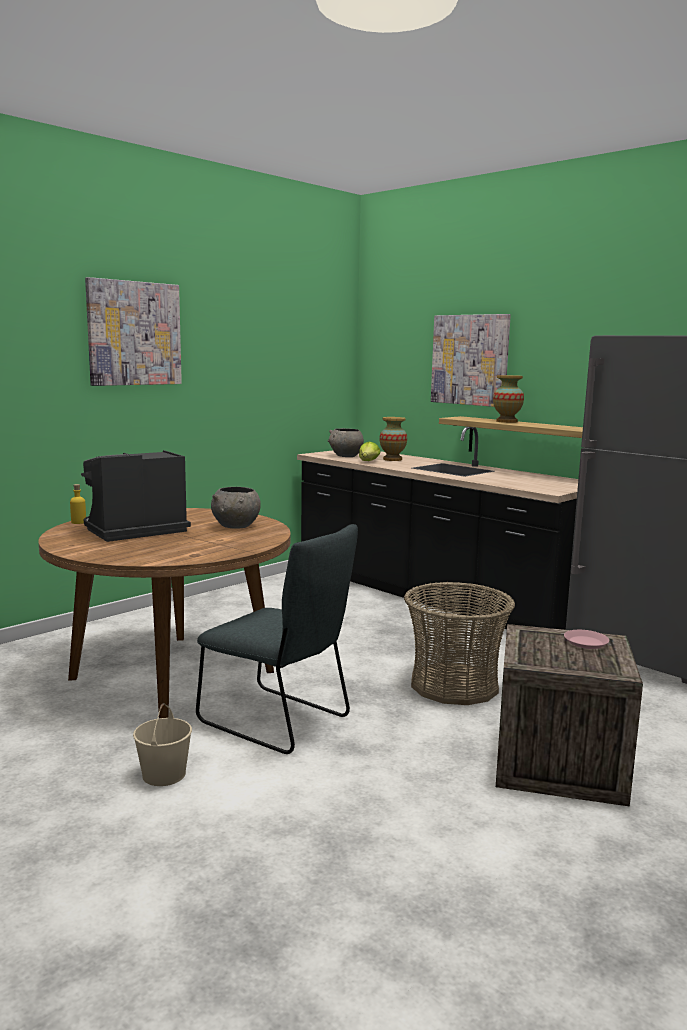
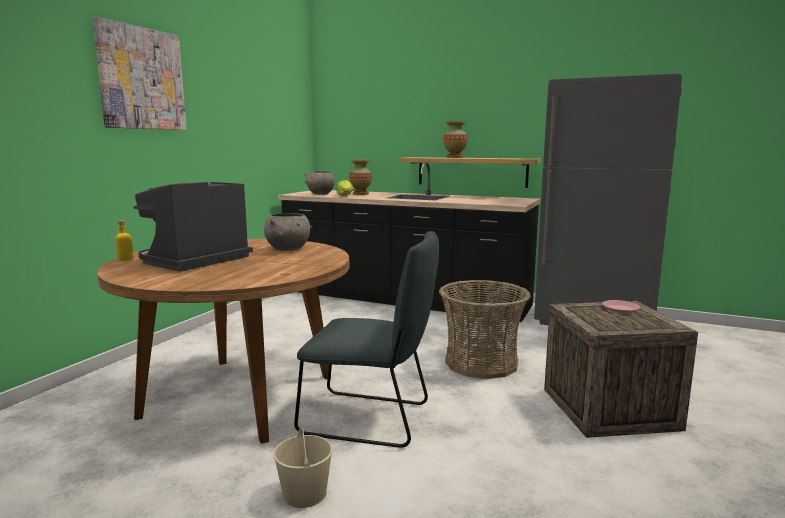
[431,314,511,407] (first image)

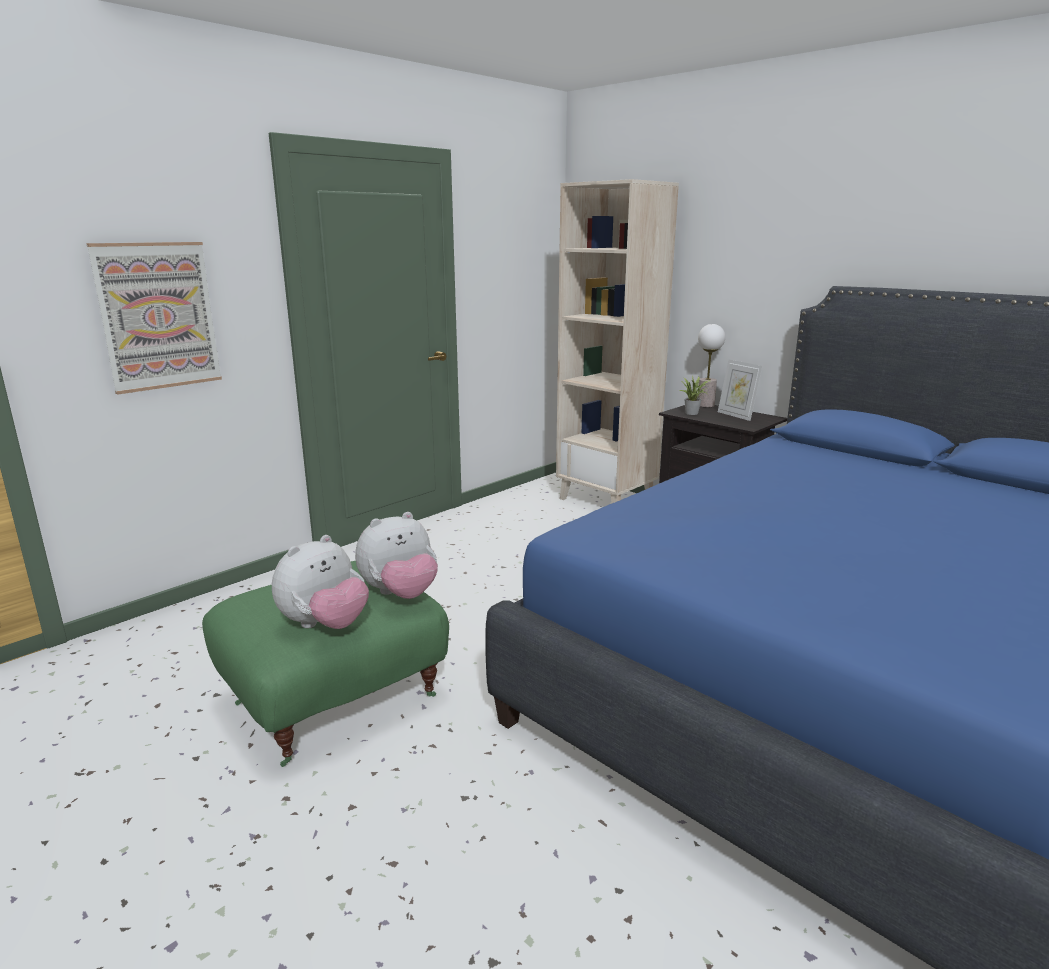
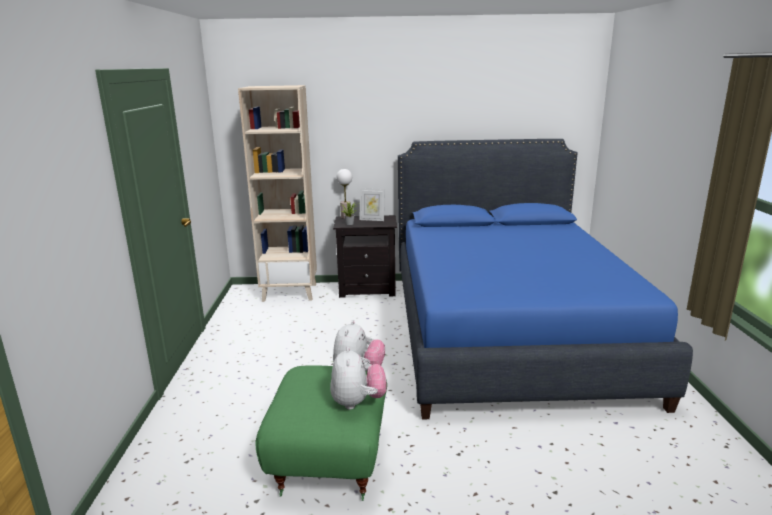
[86,242,222,395] (first image)

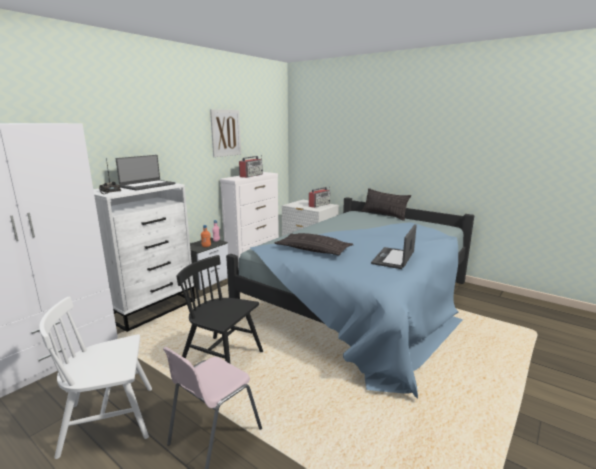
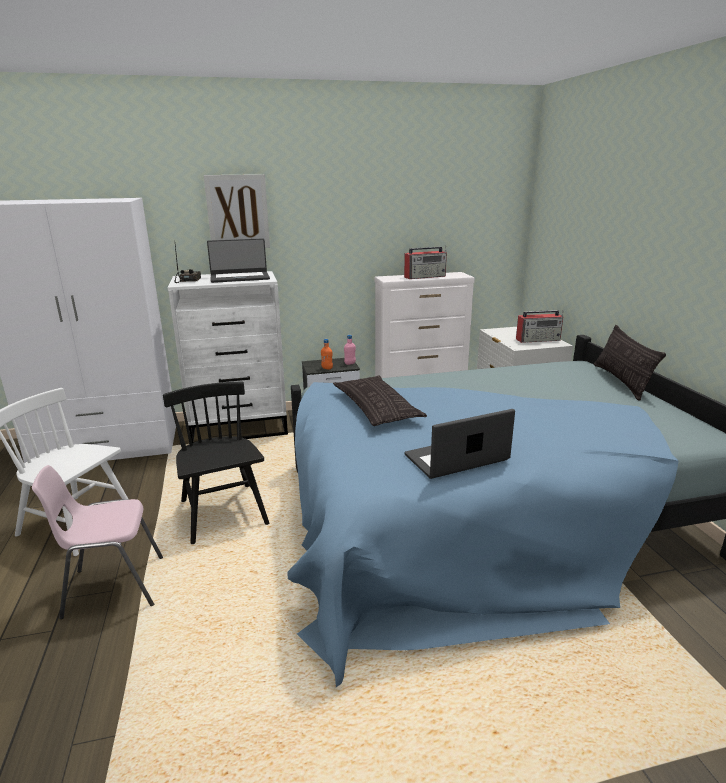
[204,174,270,248]

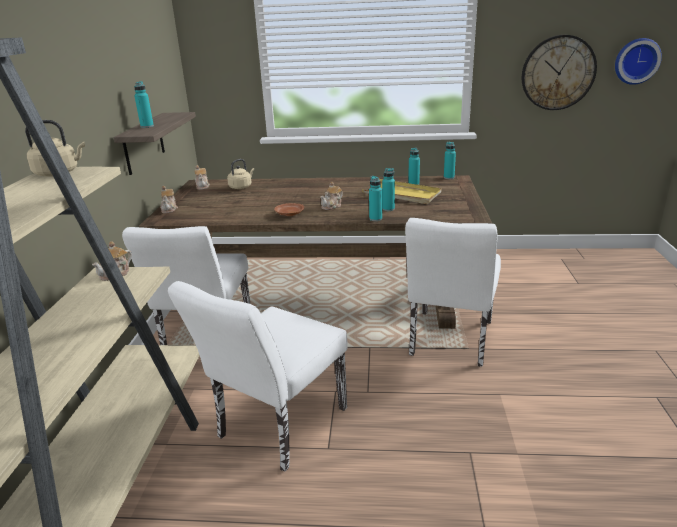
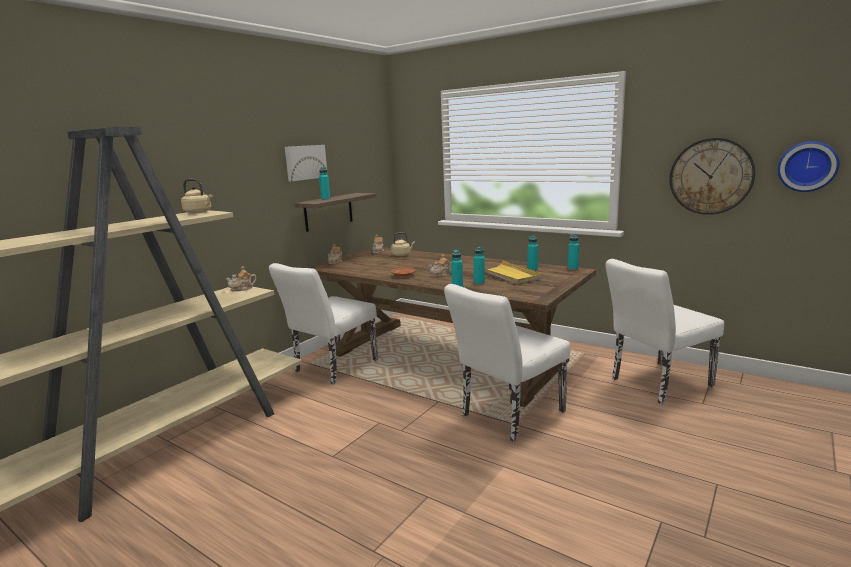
[605,259,724,404]
[285,145,328,181]

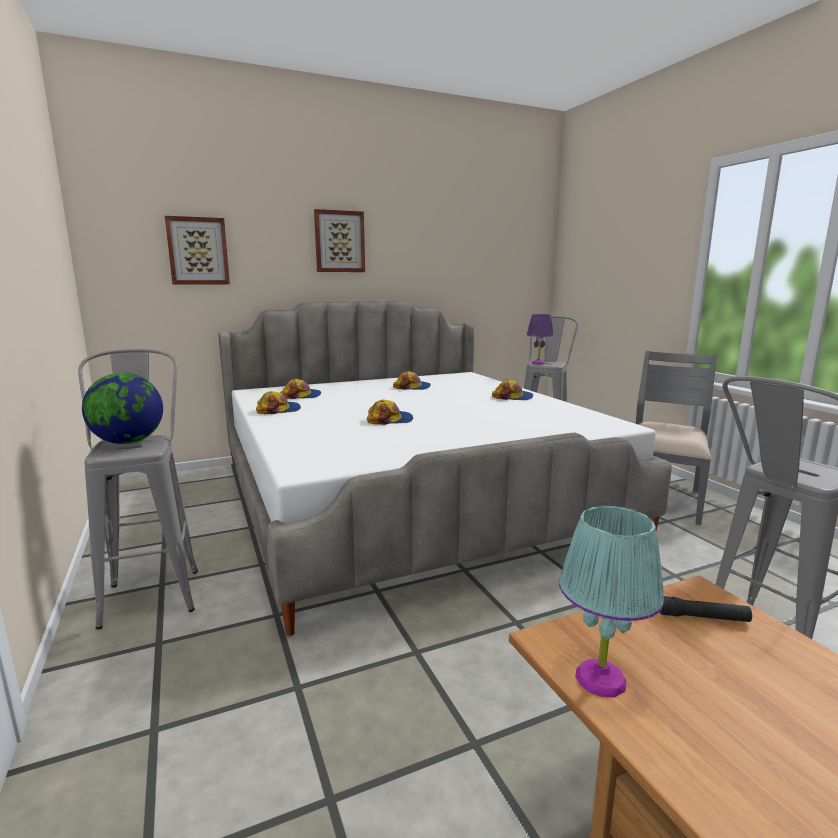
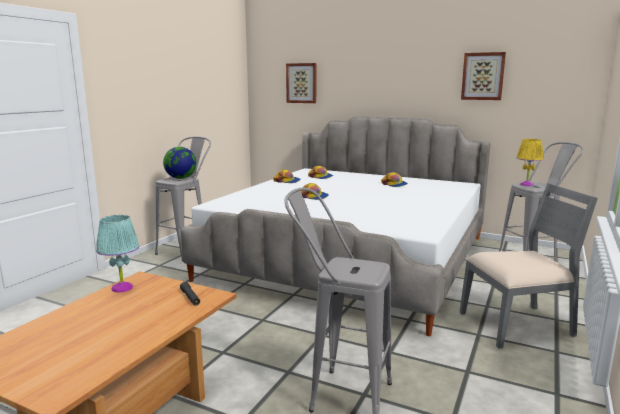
[461,52,506,100]
[517,139,544,186]
[492,380,533,400] (first image)

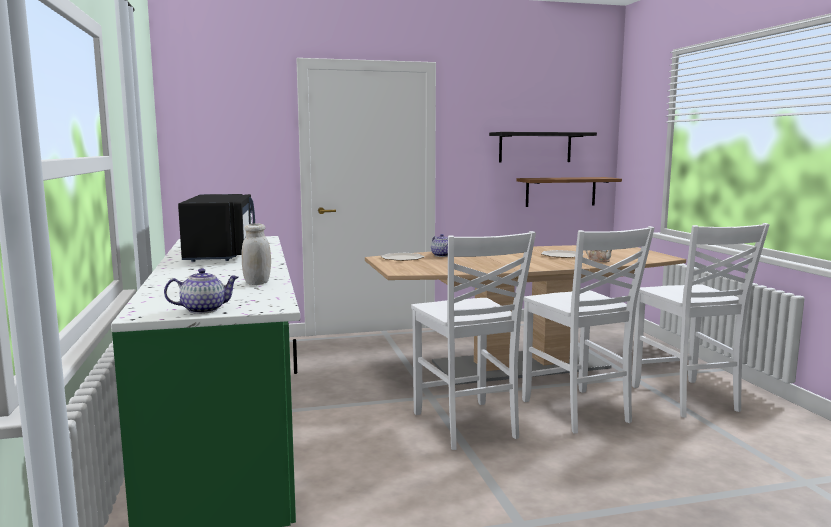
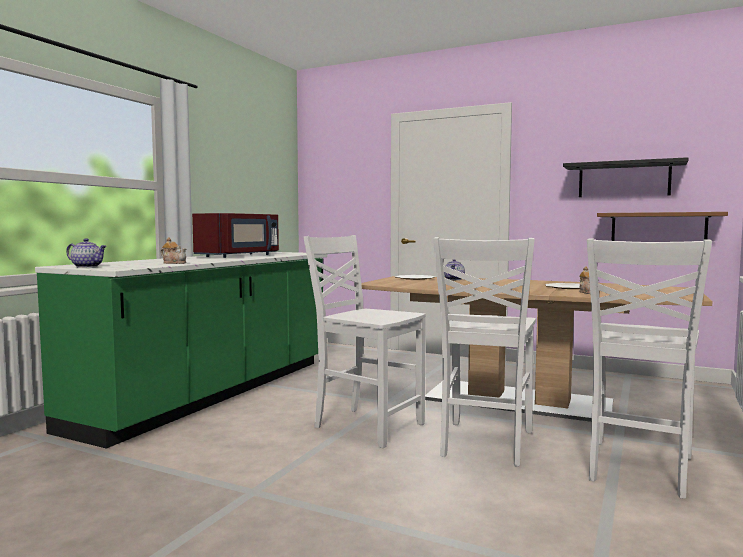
[192,213,279,258]
[160,237,186,264]
[303,235,426,448]

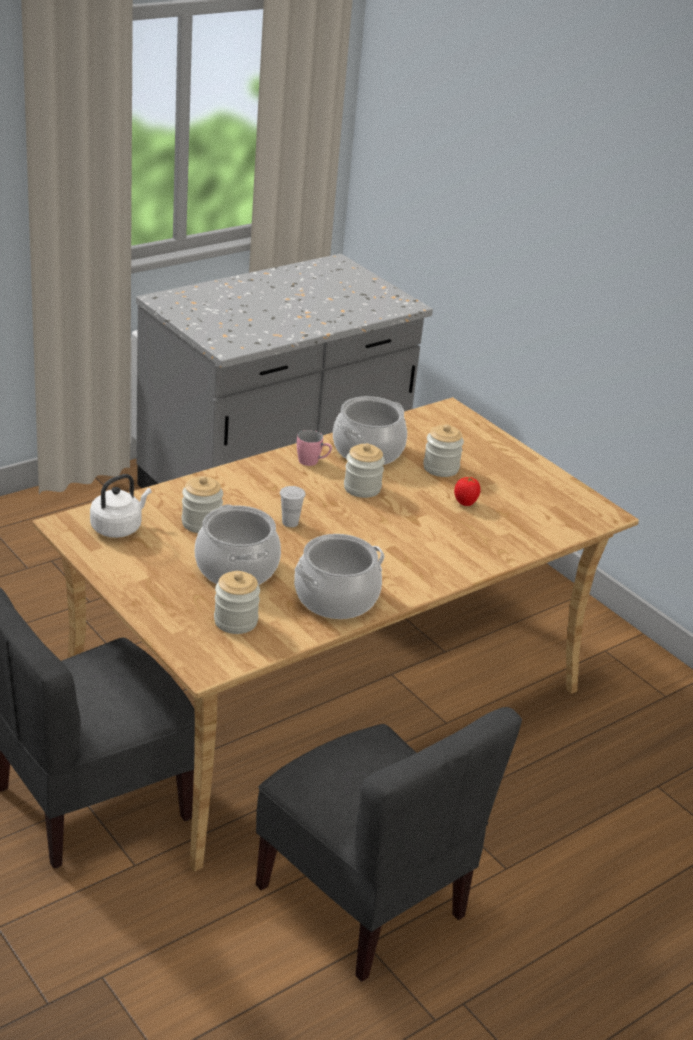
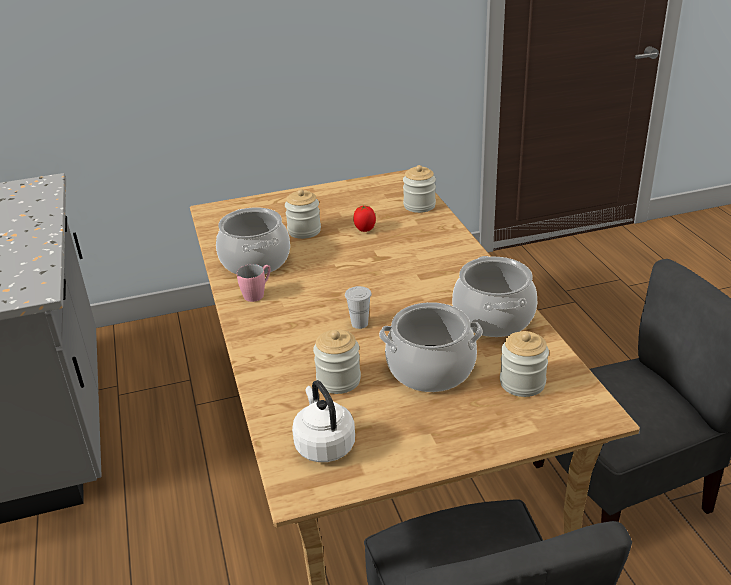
[403,165,436,213]

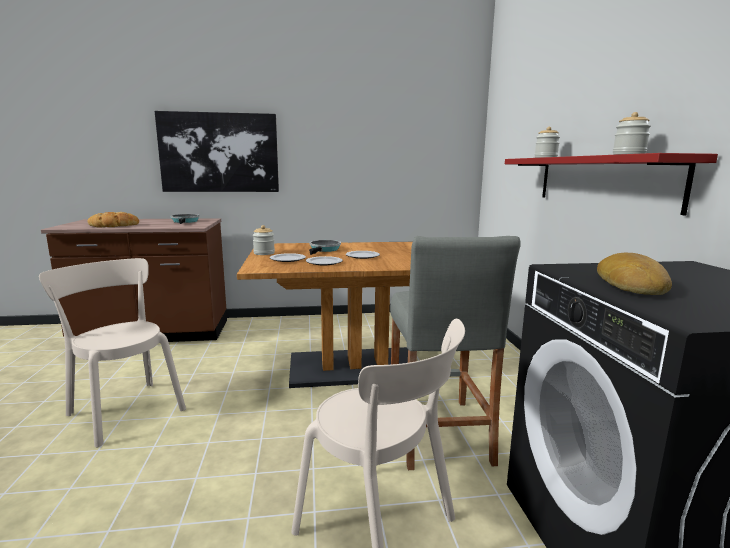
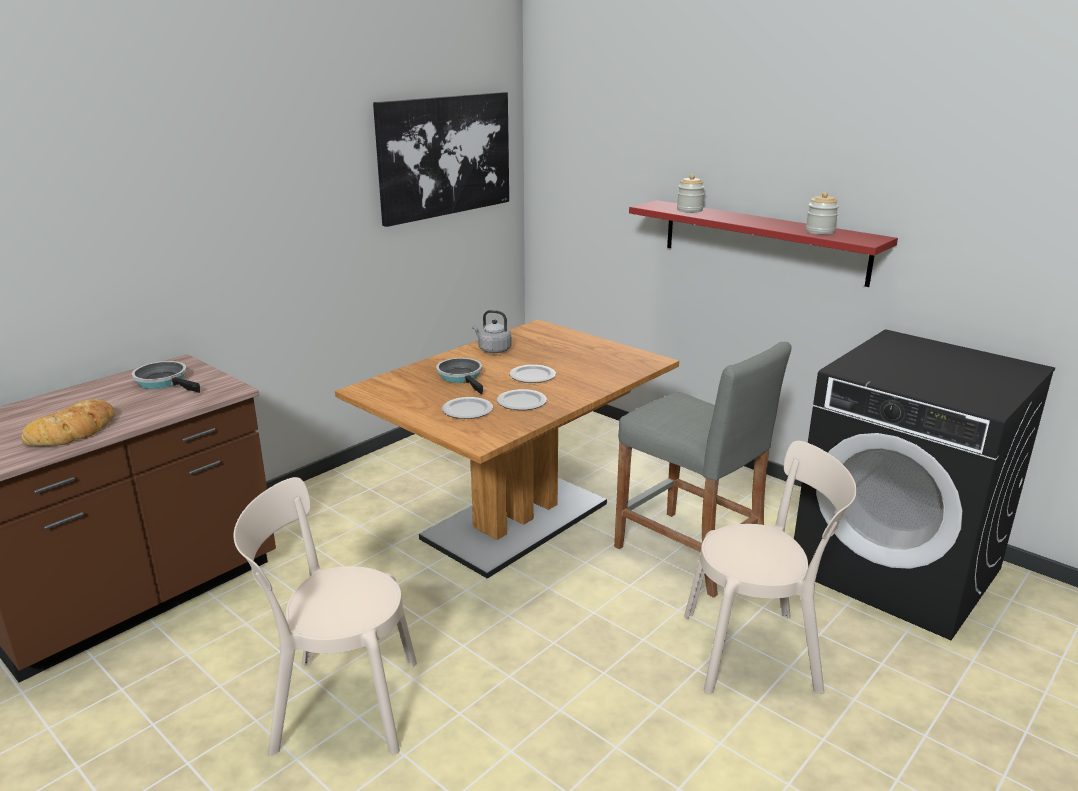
[373,92,509,227]
[253,225,275,255] (first image)
[597,253,672,295] (first image)
[472,310,511,353]

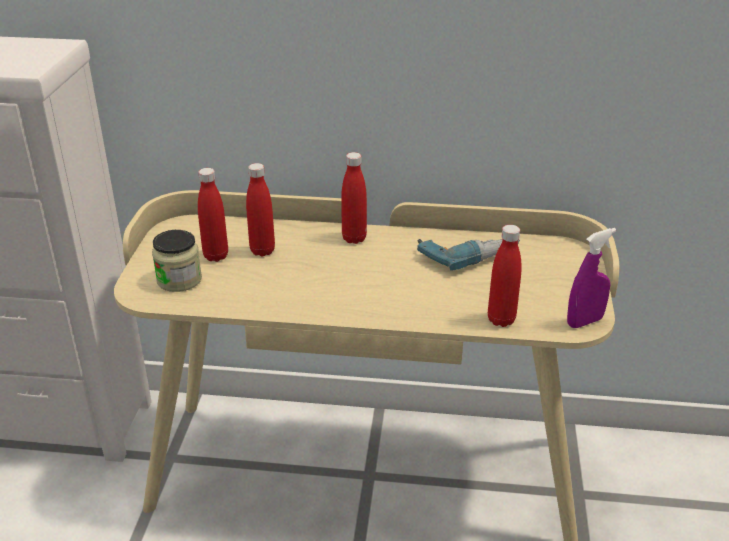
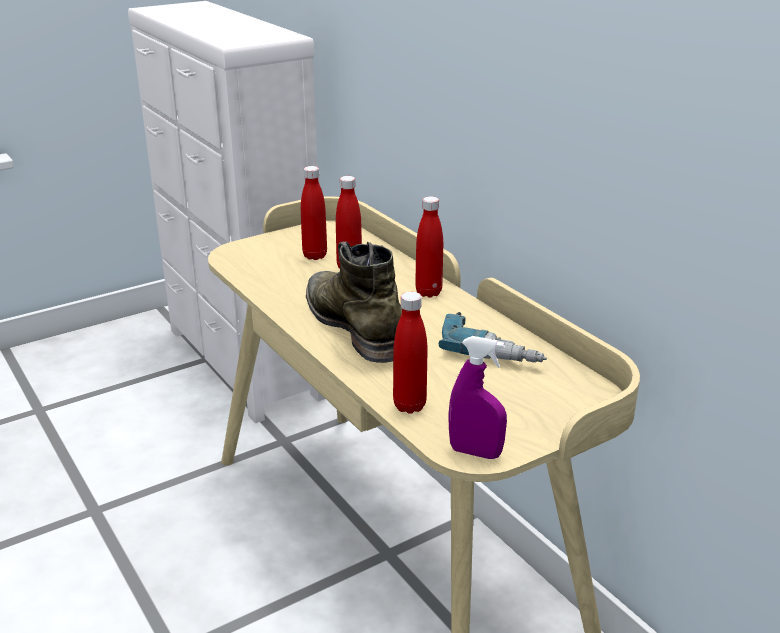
[152,230,202,292] (first image)
[306,241,402,363]

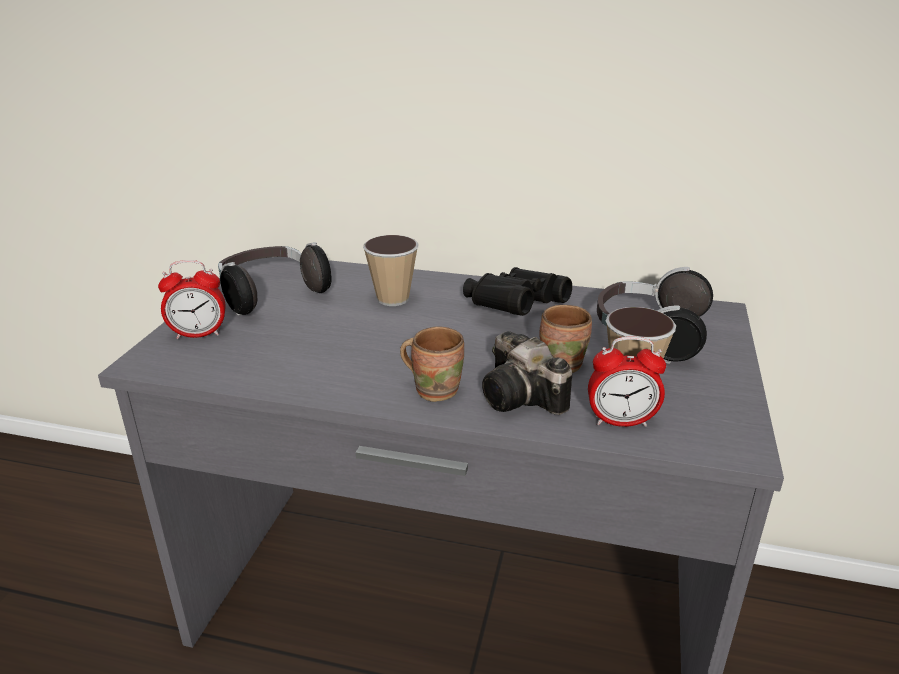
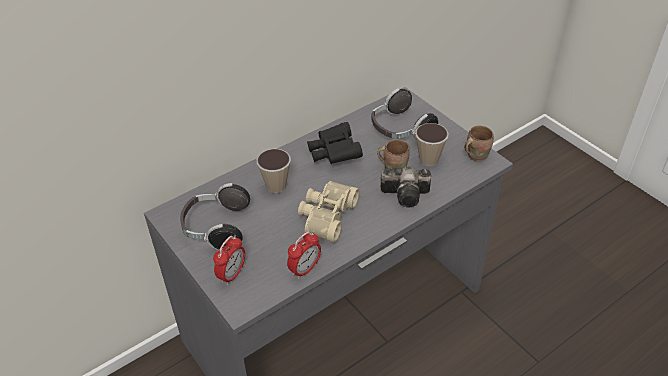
[464,126,494,162]
[287,231,321,279]
[298,181,360,243]

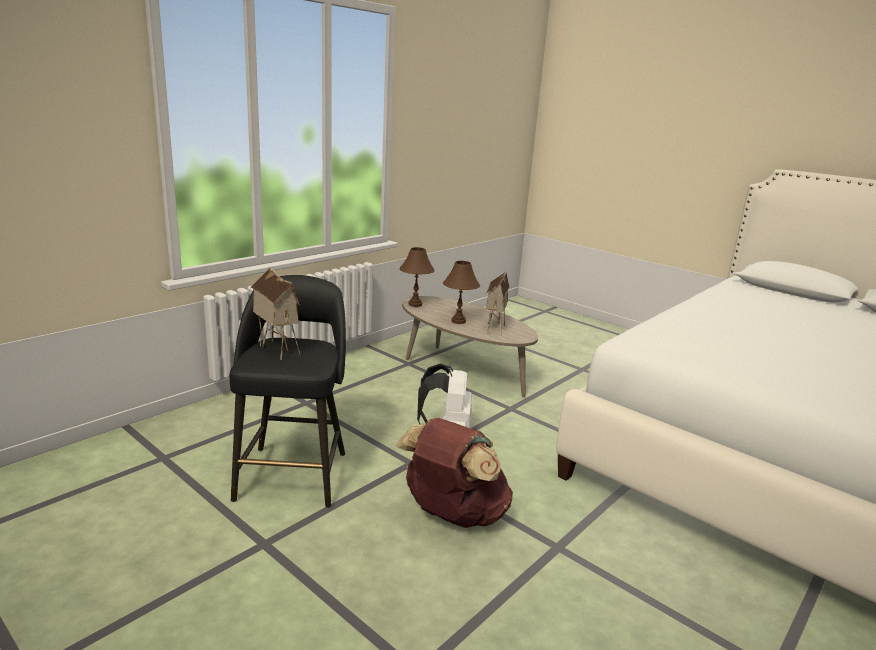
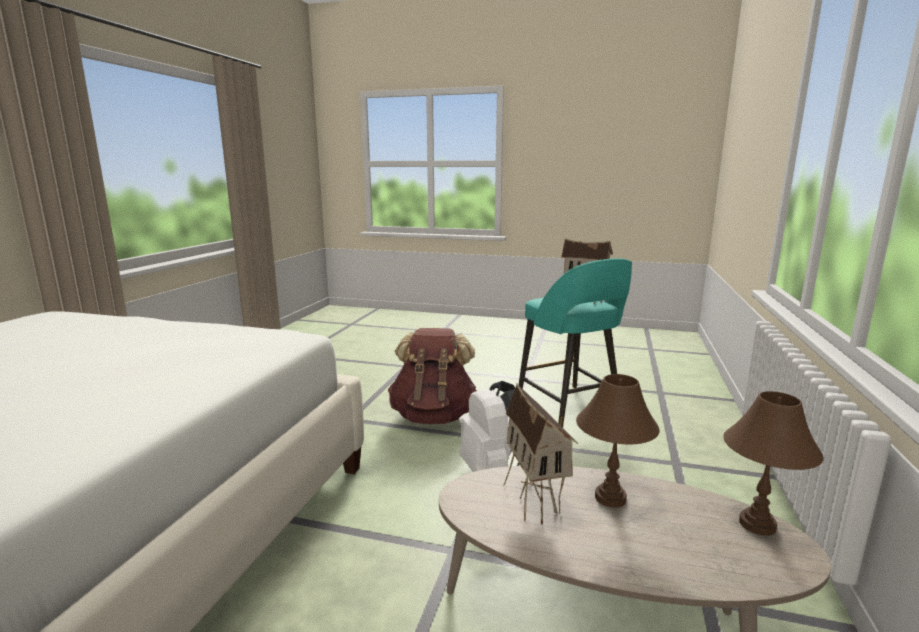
[519,258,632,428]

